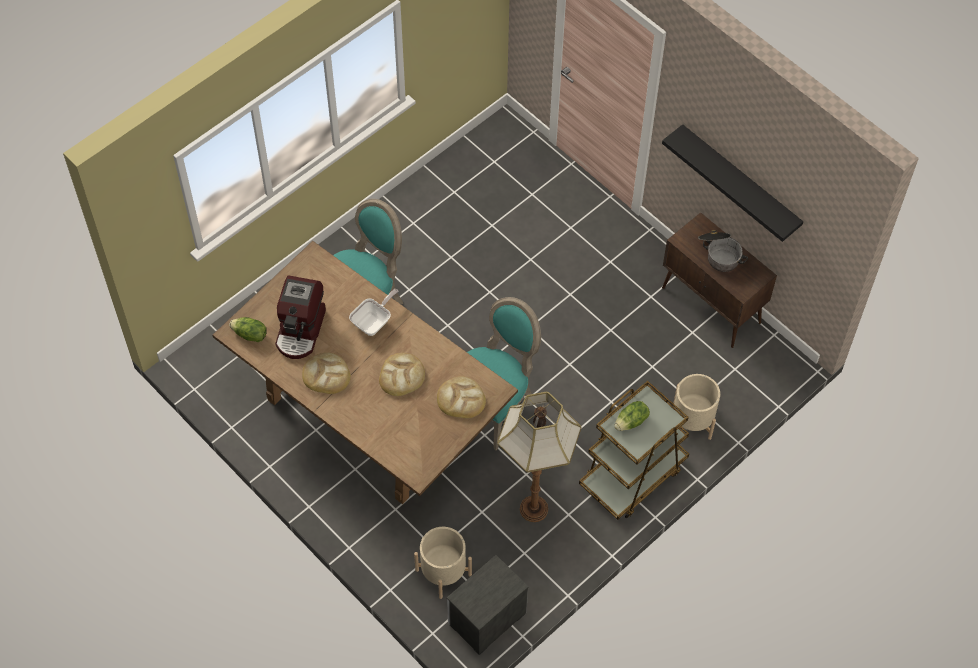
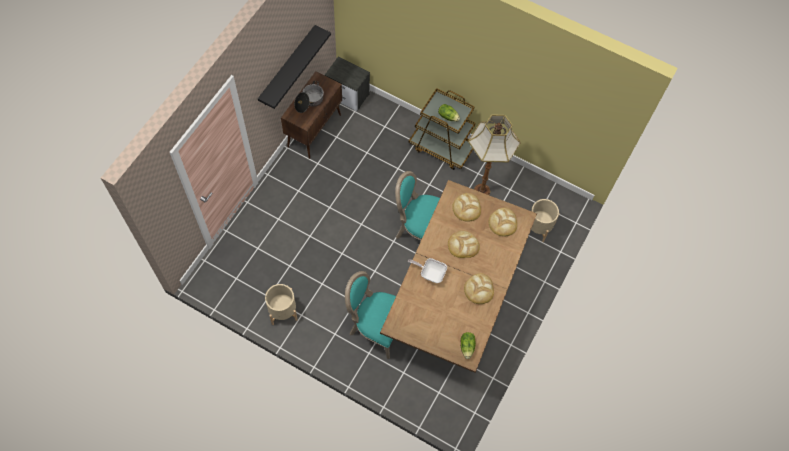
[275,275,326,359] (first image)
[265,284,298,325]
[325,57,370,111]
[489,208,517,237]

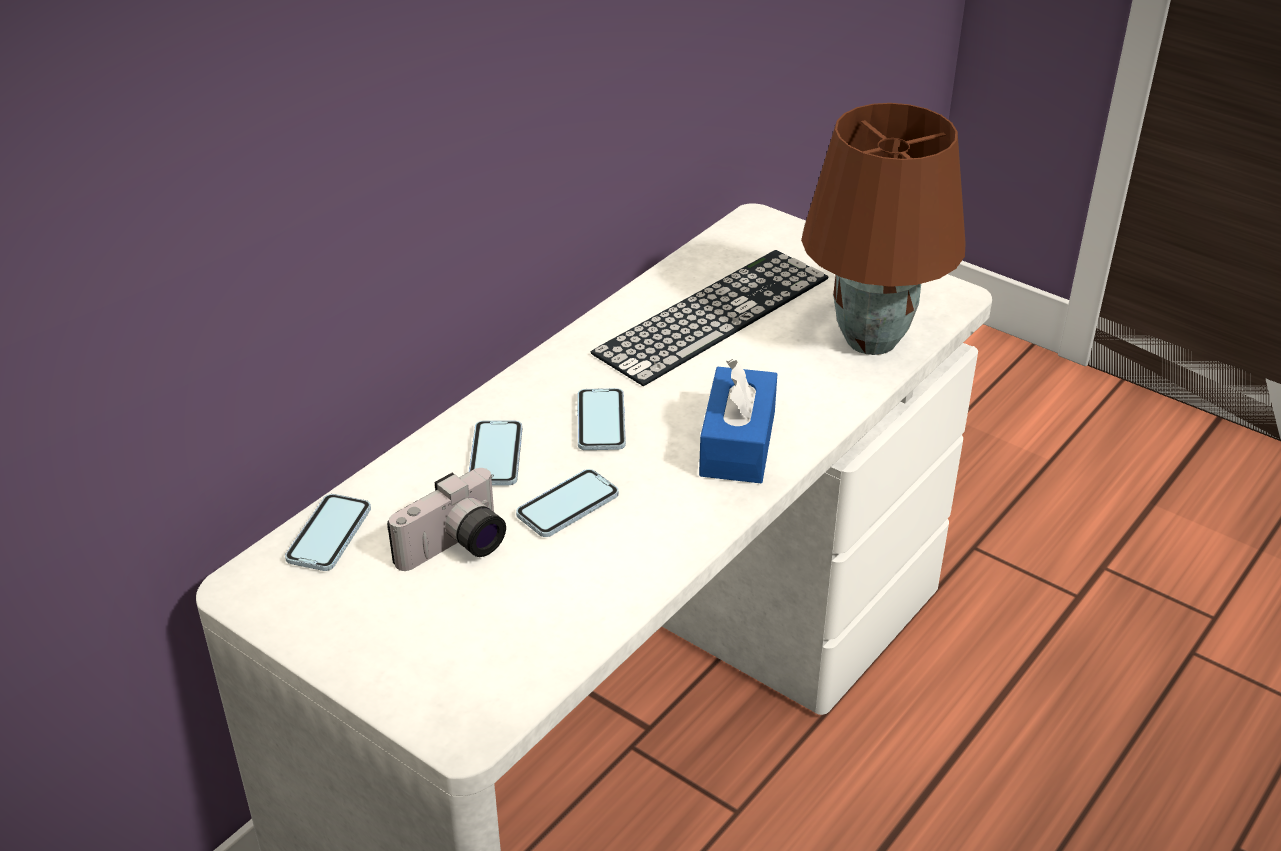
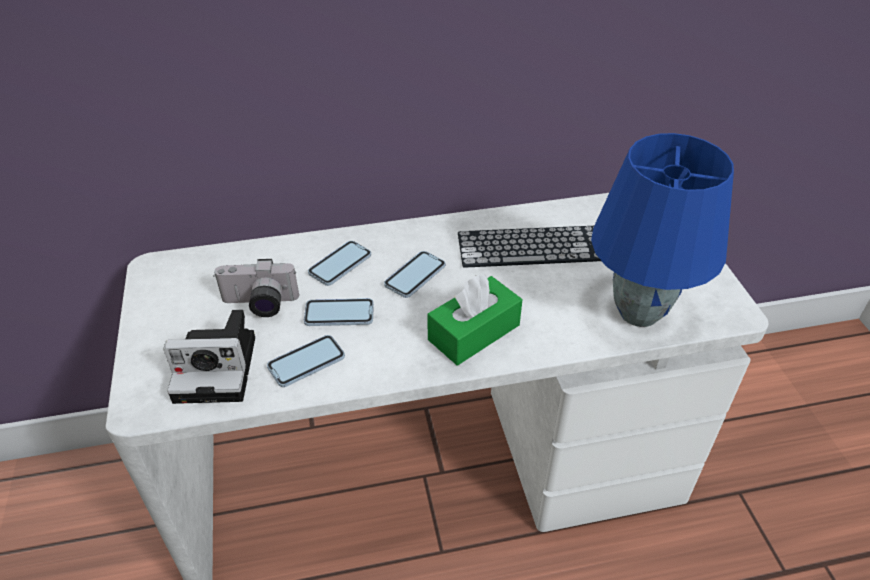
[591,133,734,327]
[427,274,522,365]
[267,335,345,387]
[163,310,255,404]

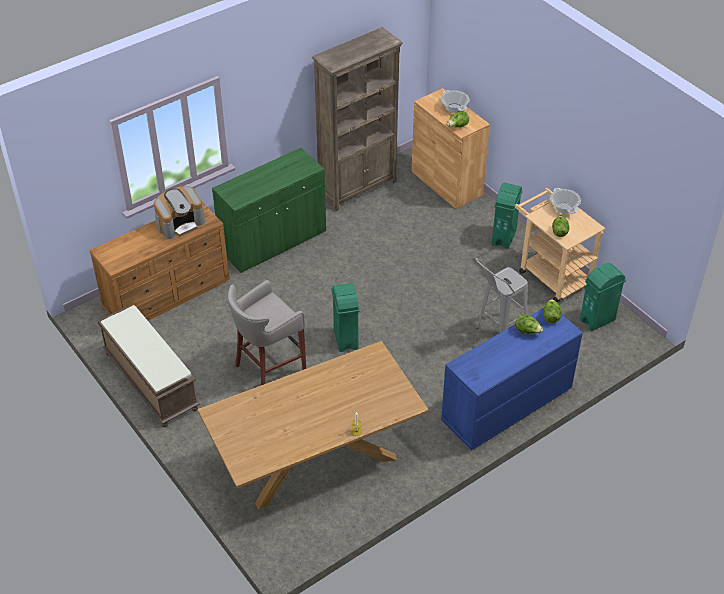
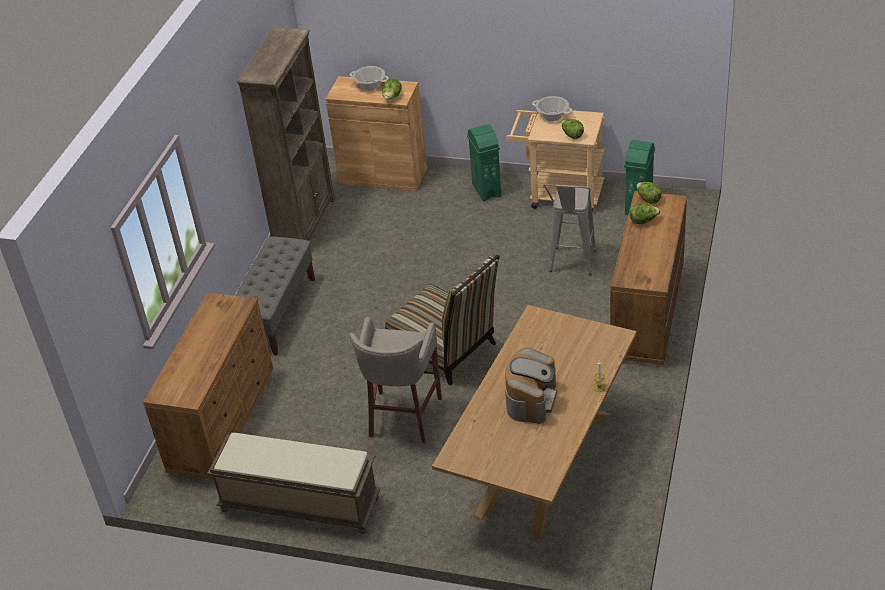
[235,237,315,355]
[505,347,557,424]
[385,255,500,386]
[610,191,687,365]

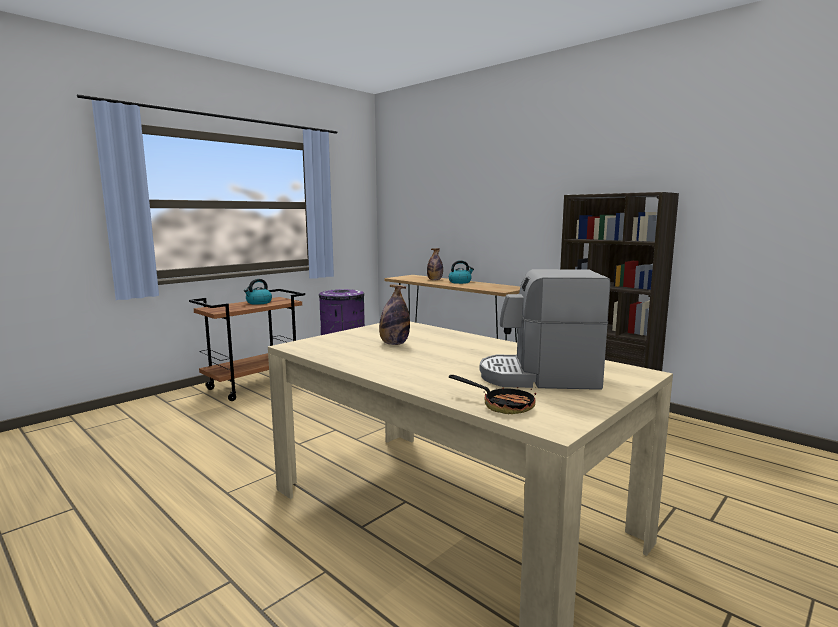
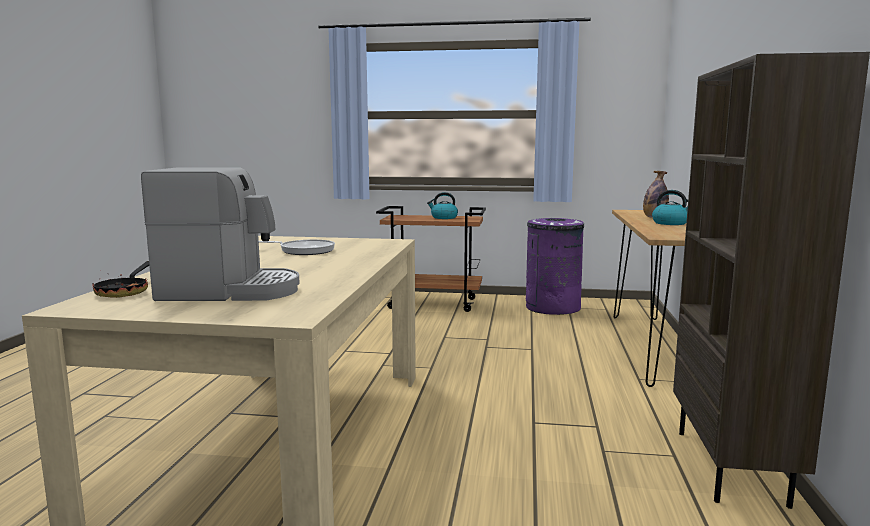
[141,167,299,301]
[259,240,335,255]

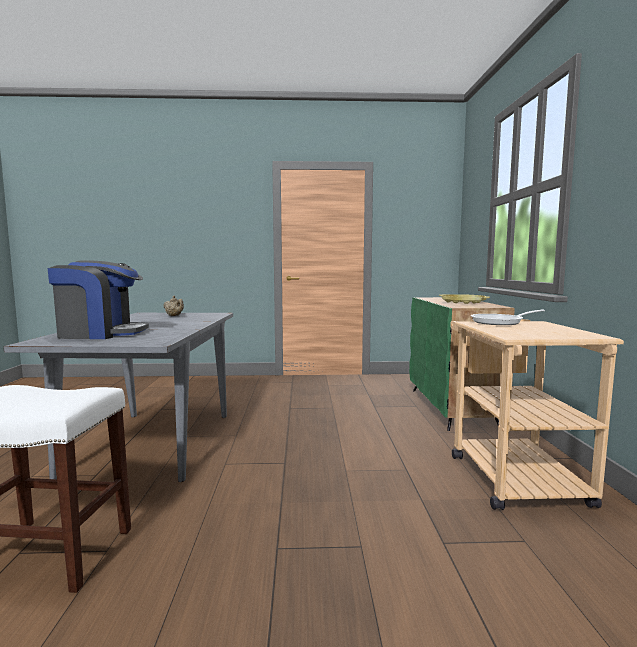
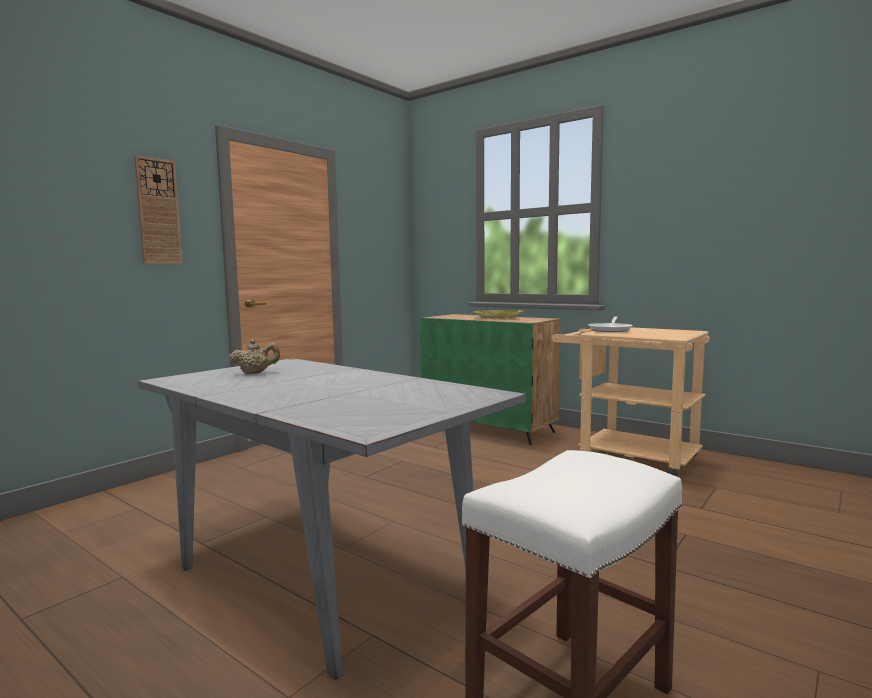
[48,260,149,339] (first image)
[134,155,183,264]

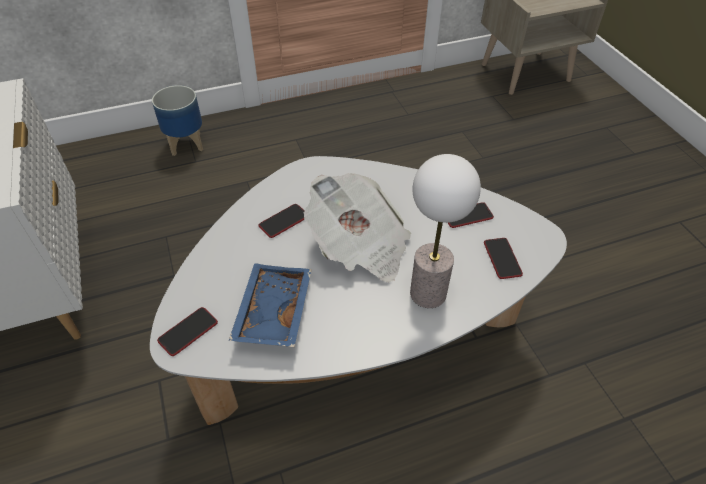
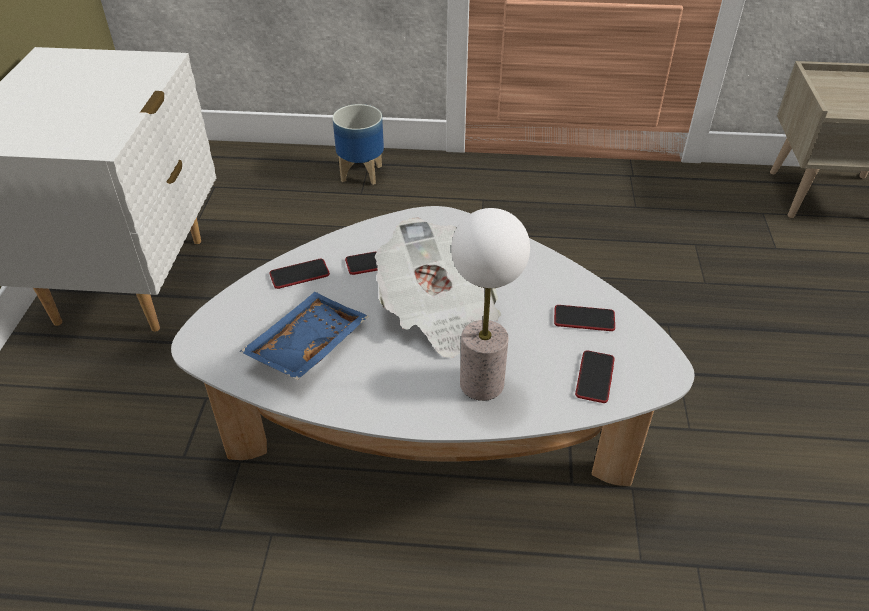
[269,259,330,289]

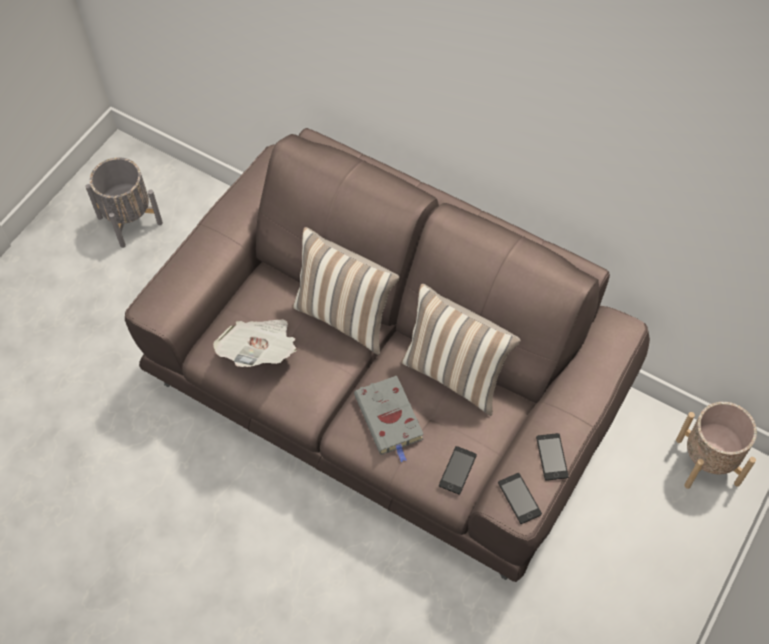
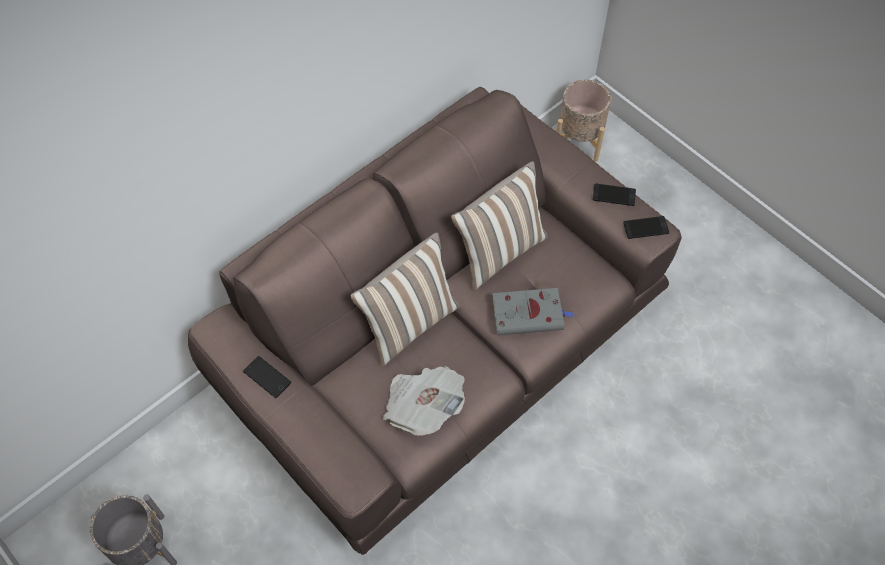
[243,356,291,398]

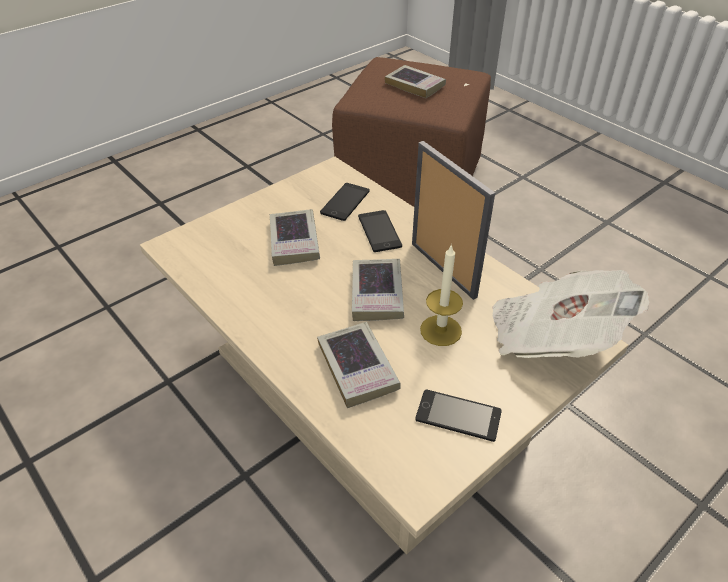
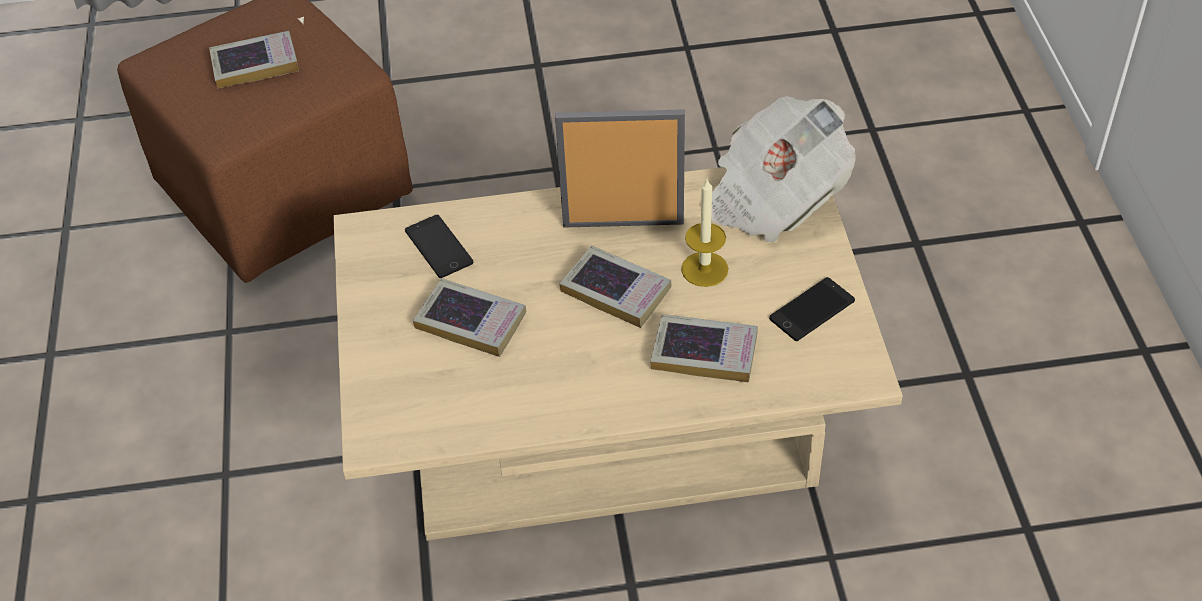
[358,210,402,252] (first image)

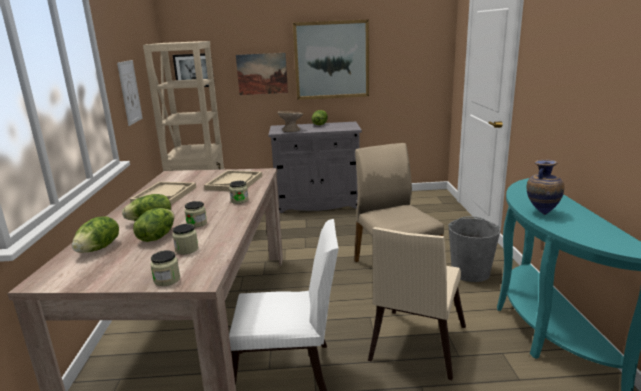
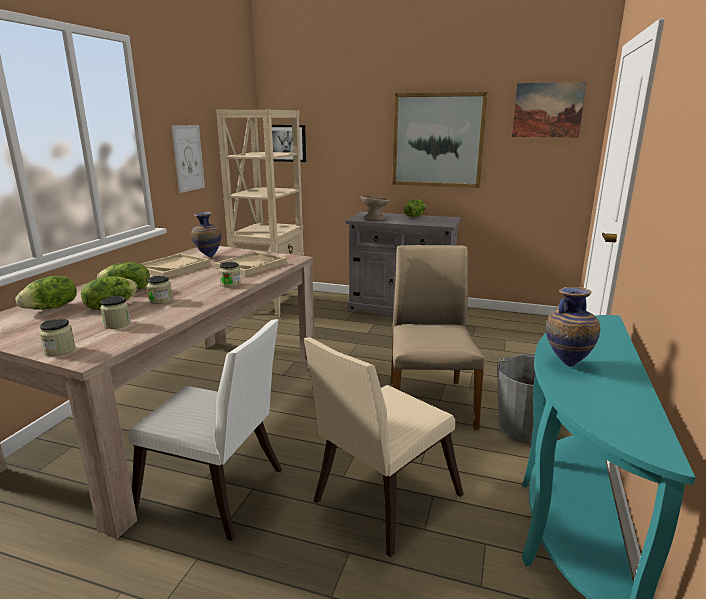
[512,82,587,138]
[191,212,221,258]

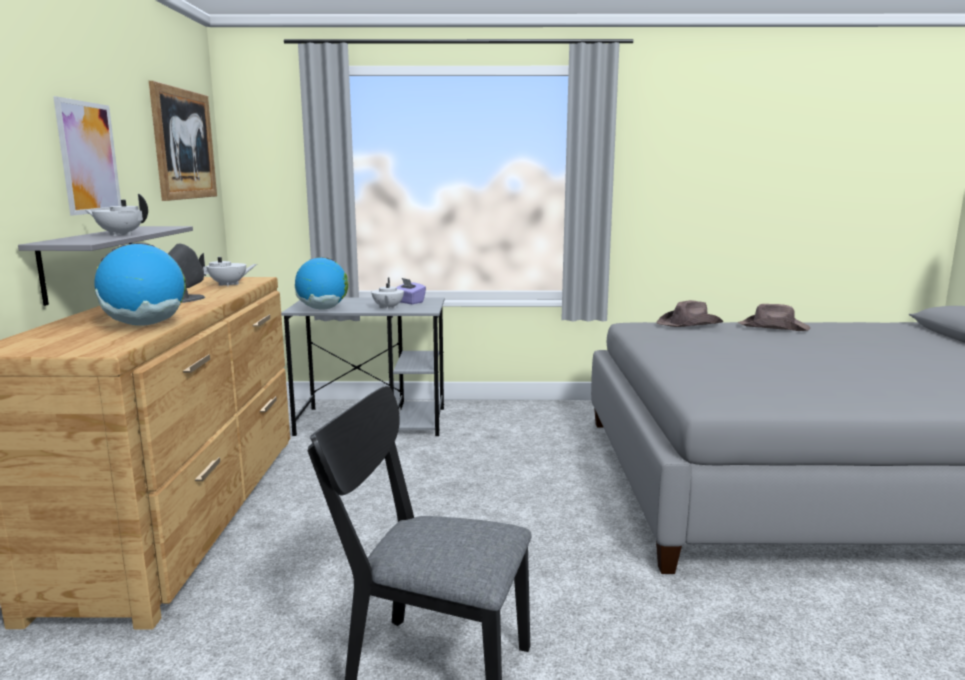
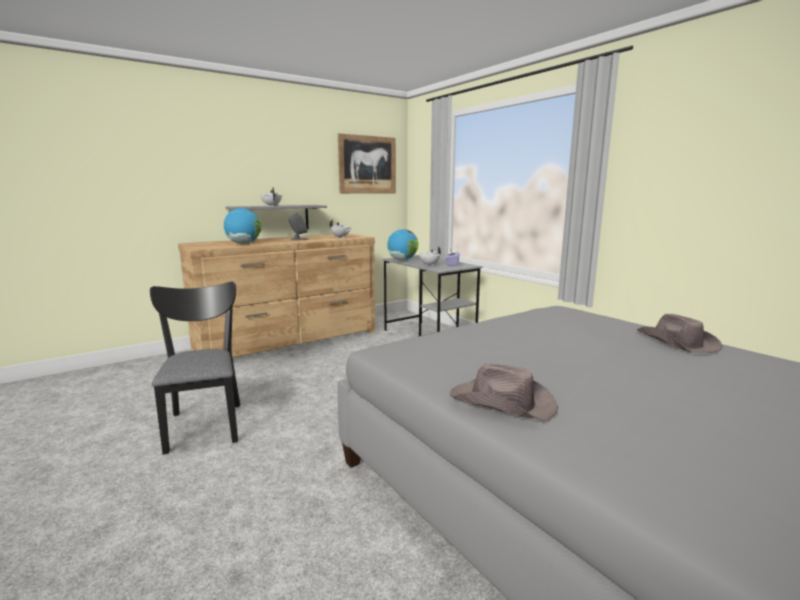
[53,96,121,215] (first image)
[450,364,558,421]

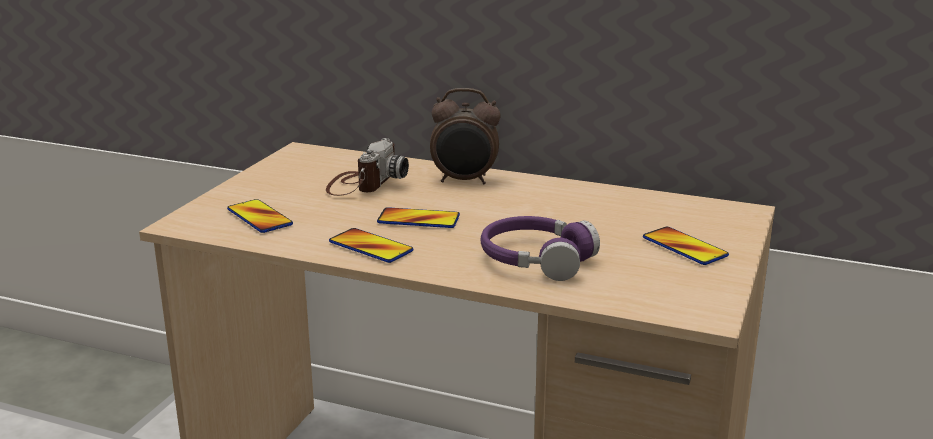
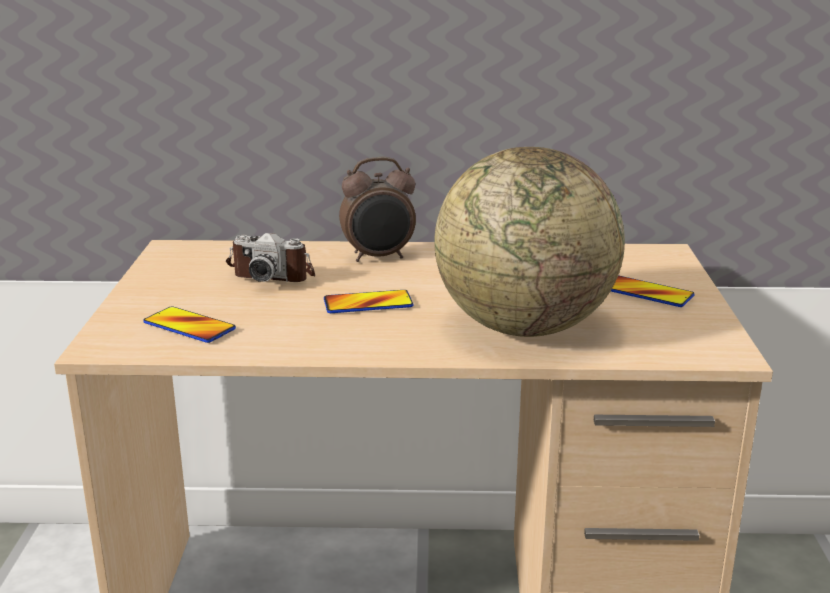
[226,233,315,282]
[434,147,625,337]
[329,228,413,263] (first image)

